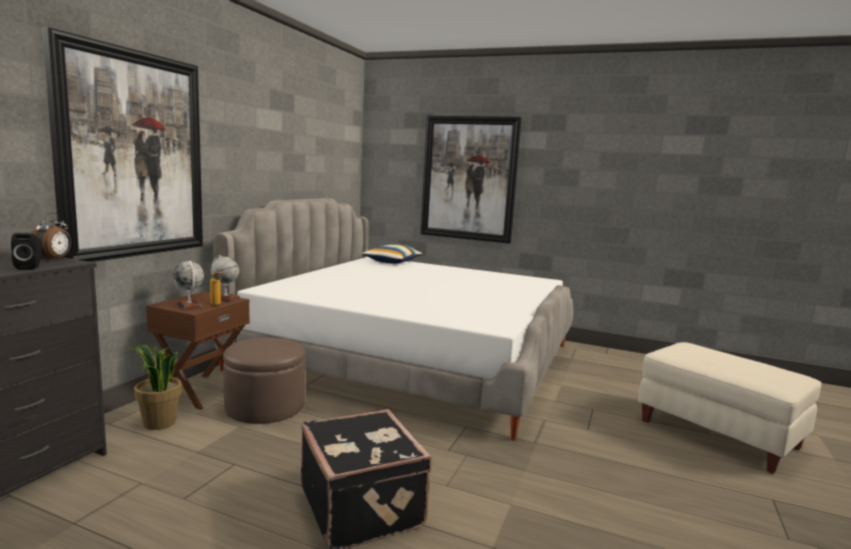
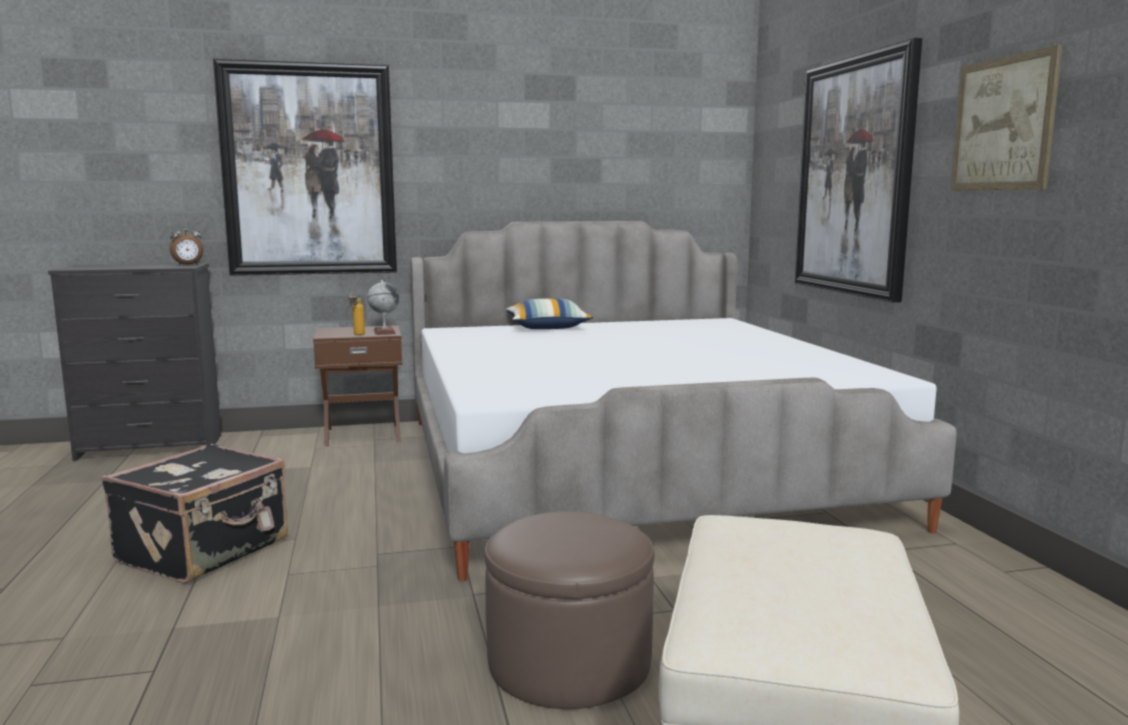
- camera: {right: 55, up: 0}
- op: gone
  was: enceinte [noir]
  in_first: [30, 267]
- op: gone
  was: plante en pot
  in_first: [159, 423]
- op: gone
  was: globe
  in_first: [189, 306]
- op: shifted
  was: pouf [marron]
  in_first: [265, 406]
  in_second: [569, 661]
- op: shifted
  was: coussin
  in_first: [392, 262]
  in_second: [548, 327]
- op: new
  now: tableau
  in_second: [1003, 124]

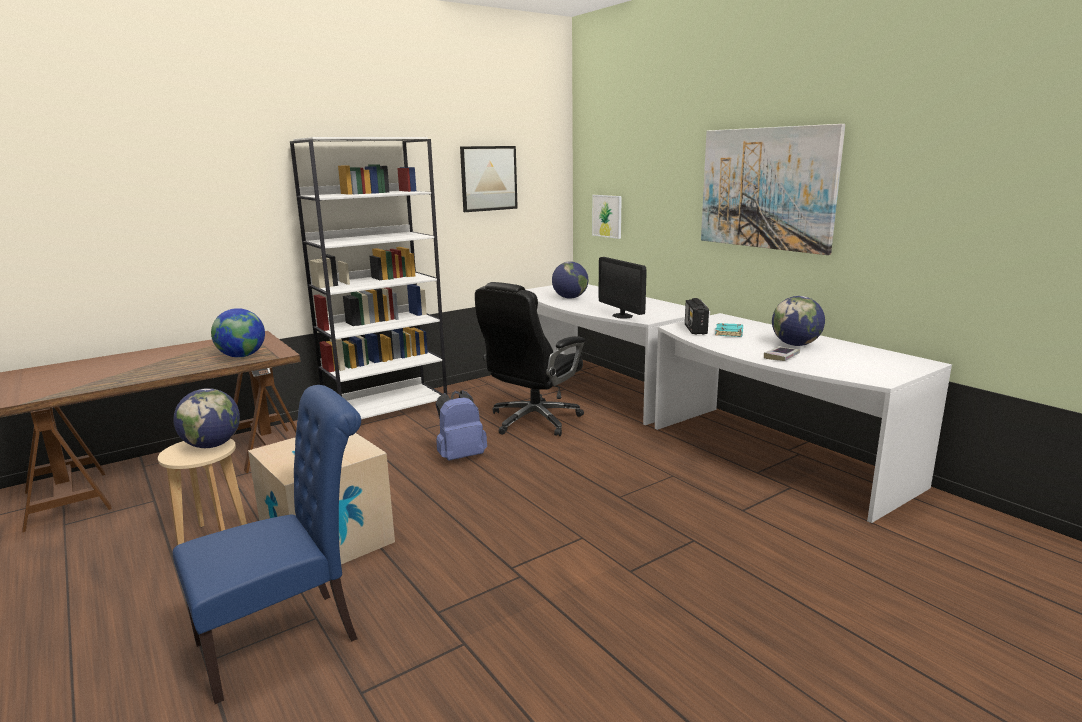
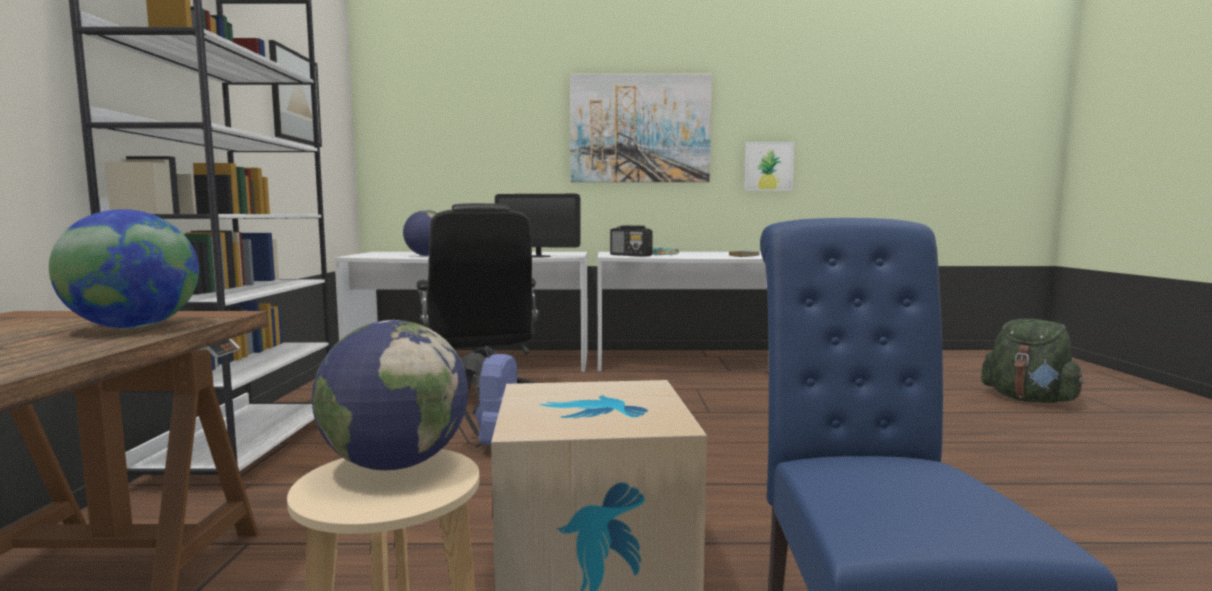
- camera: {right: -55, up: -10}
- op: shifted
  was: tableau
  in_first: [607, 216]
  in_second: [768, 166]
- op: gone
  was: globe
  in_first: [795, 345]
- op: new
  now: sac à dos [vert]
  in_second: [1029, 399]

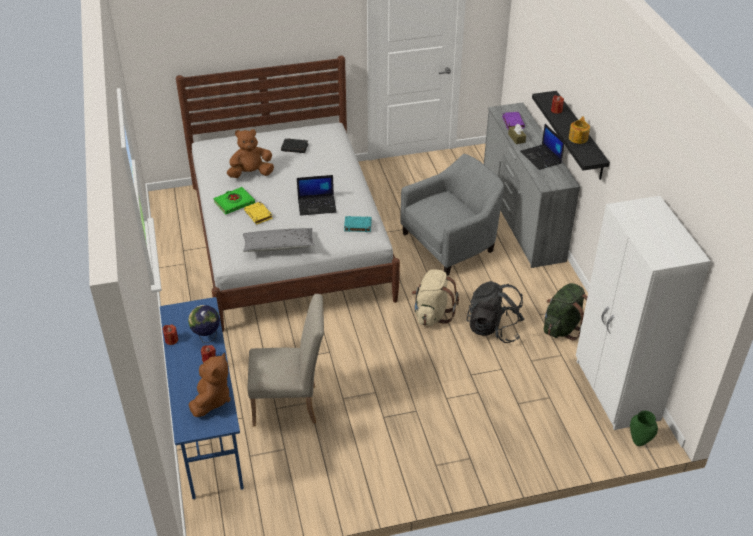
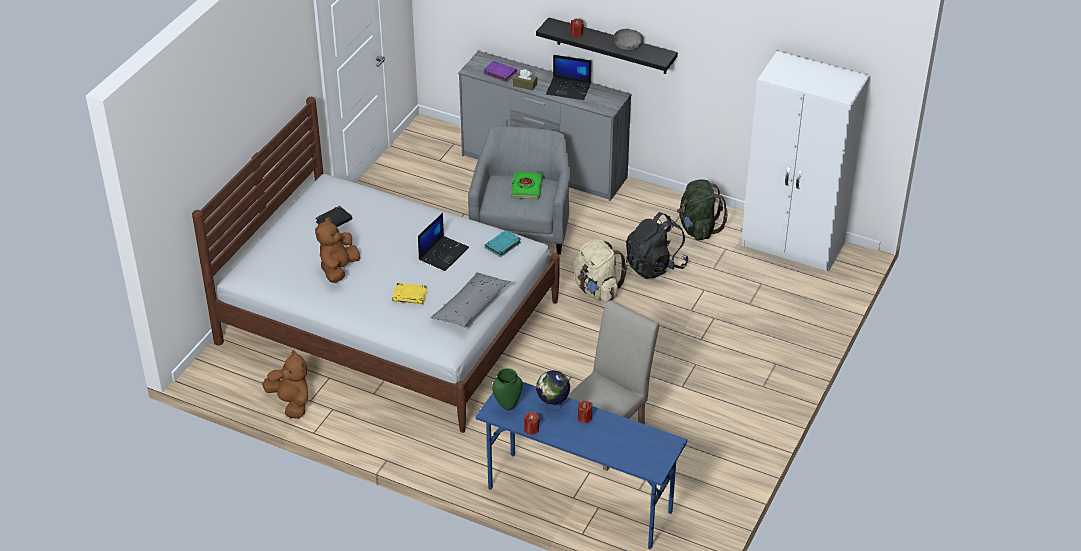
- camera: {right: -50, up: 0}
- op: shifted
  was: peluche [marron]
  in_first: [211, 399]
  in_second: [291, 402]
- op: shifted
  was: livre [vert]
  in_first: [234, 203]
  in_second: [526, 188]
- op: swapped
  was: théière
  now: bol [gris]
  in_first: [578, 138]
  in_second: [628, 47]
- op: shifted
  was: vase [vert]
  in_first: [639, 441]
  in_second: [507, 405]

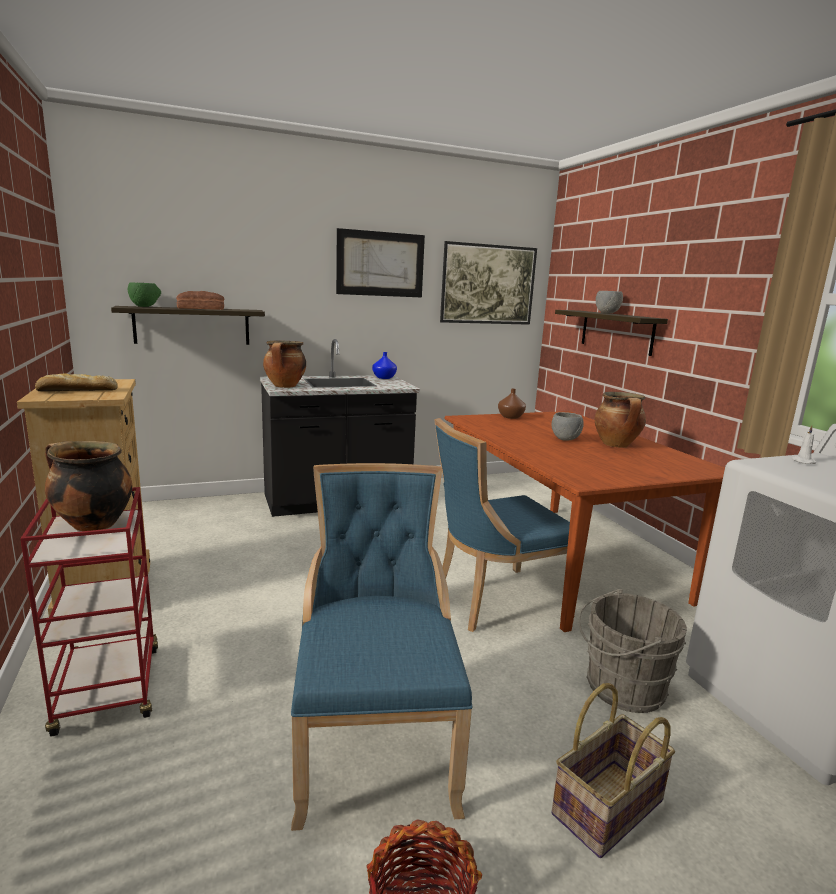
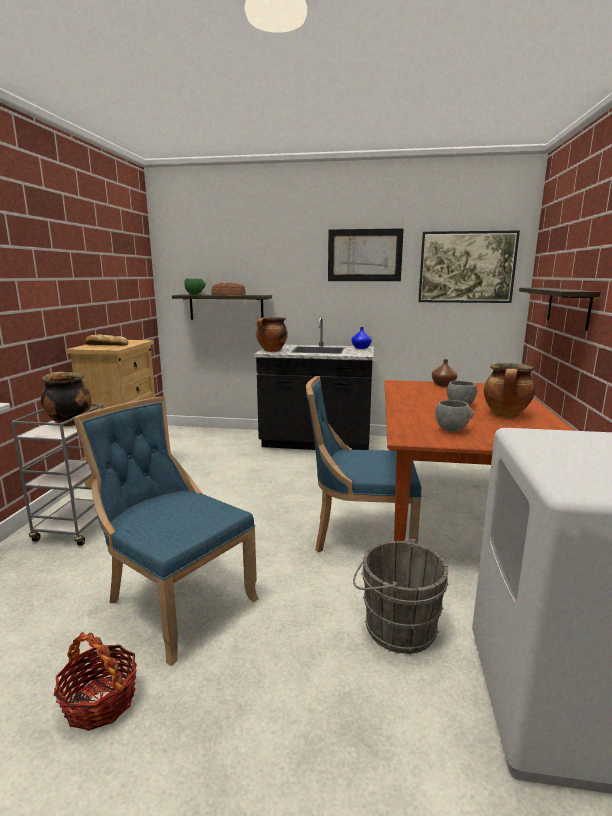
- camera: {right: 30, up: 0}
- op: repainted
  was: chariot [rouge]
  now: chariot [gris]
  in_first: [109, 691]
  in_second: [77, 527]
- op: rotated
  was: chaise [bleu]
  in_first: [375, 745]
  in_second: [175, 601]
  clockwise: -75
- op: gone
  was: panier
  in_first: [609, 809]
- op: shifted
  was: bol [gris]
  in_first: [607, 313]
  in_second: [452, 430]
- op: gone
  was: bougie [blanc]
  in_first: [802, 461]

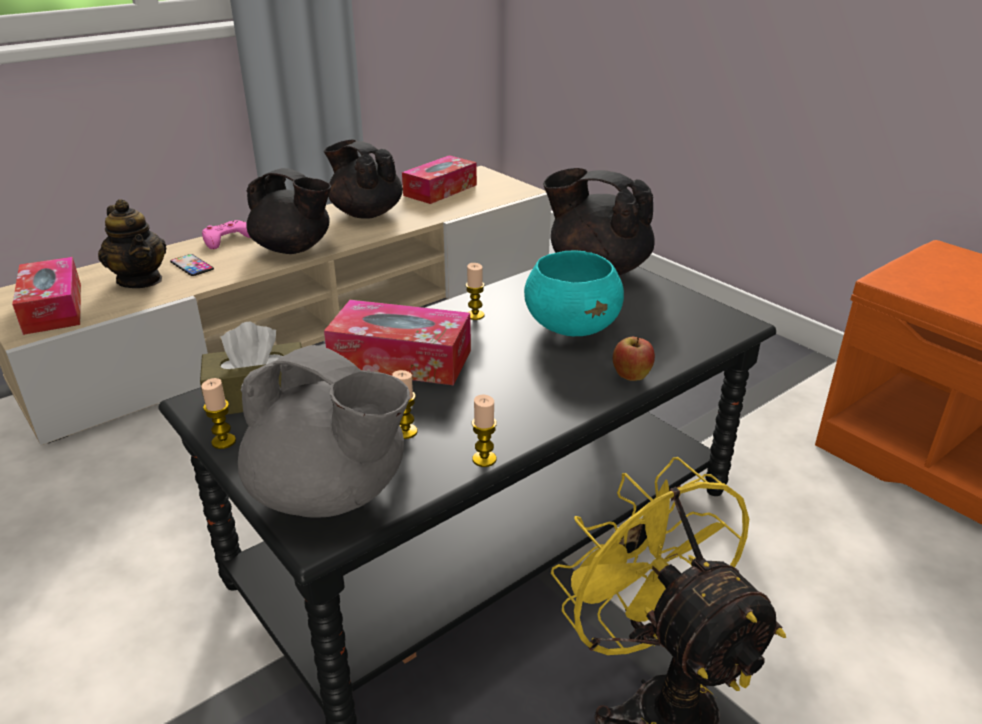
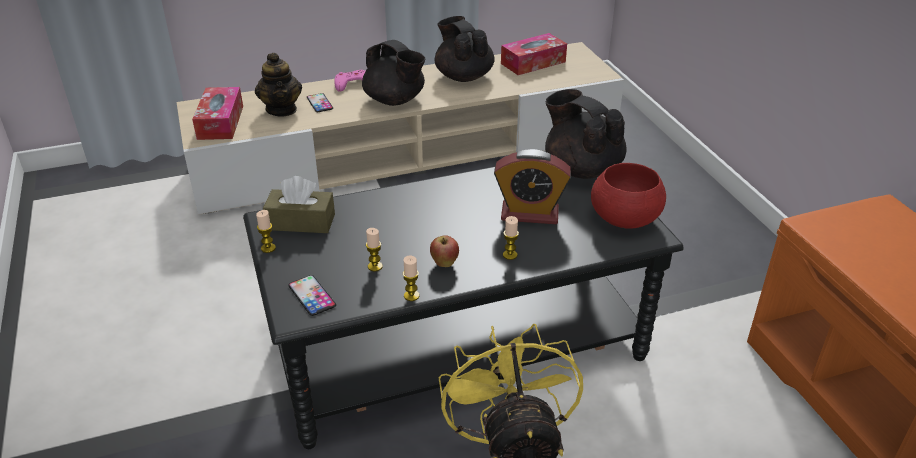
- camera: {right: 20, up: 5}
- op: swapped
  was: théière [gris]
  now: téléphone
  in_first: [331, 493]
  in_second: [312, 295]
- op: gone
  was: boîte à mouchoirs
  in_first: [401, 359]
- op: shifted
  was: bougie
  in_first: [475, 315]
  in_second: [510, 255]
- op: swapped
  was: bol [turquoise]
  now: réveil
  in_first: [572, 327]
  in_second: [529, 214]
- op: shifted
  was: pomme
  in_first: [631, 378]
  in_second: [444, 264]
- op: new
  now: bol [rouge]
  in_second: [625, 220]

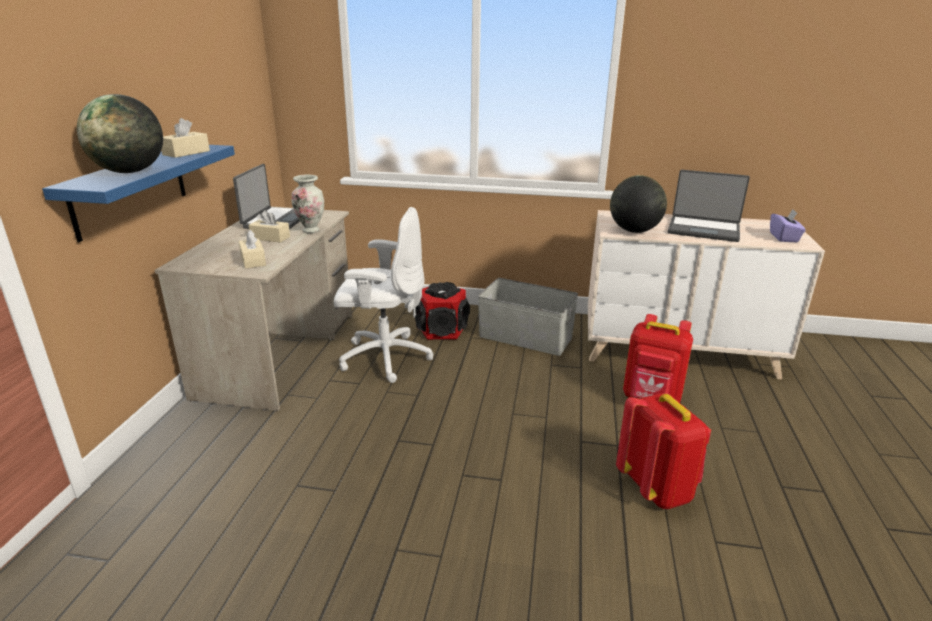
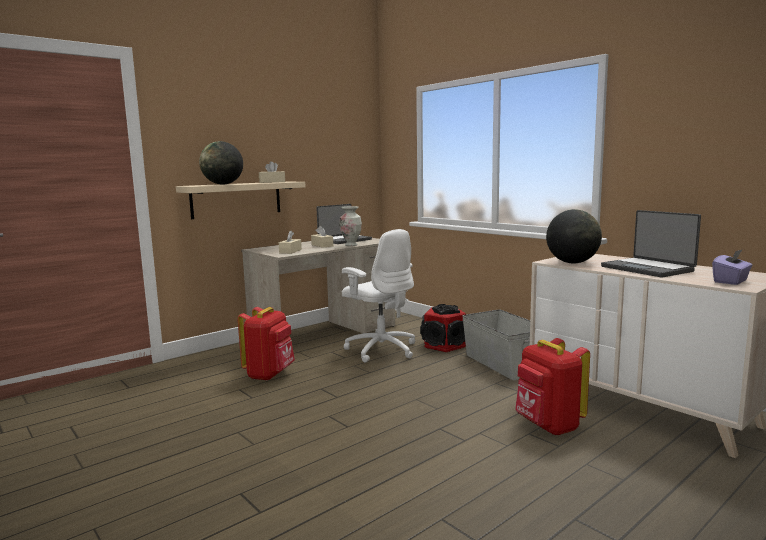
- camera: {right: 40, up: -15}
- op: repainted
  was: étagère [bleu]
  now: étagère [beige]
  in_first: [131, 189]
  in_second: [236, 199]
- op: shifted
  was: sac à dos [rouge]
  in_first: [657, 489]
  in_second: [269, 375]

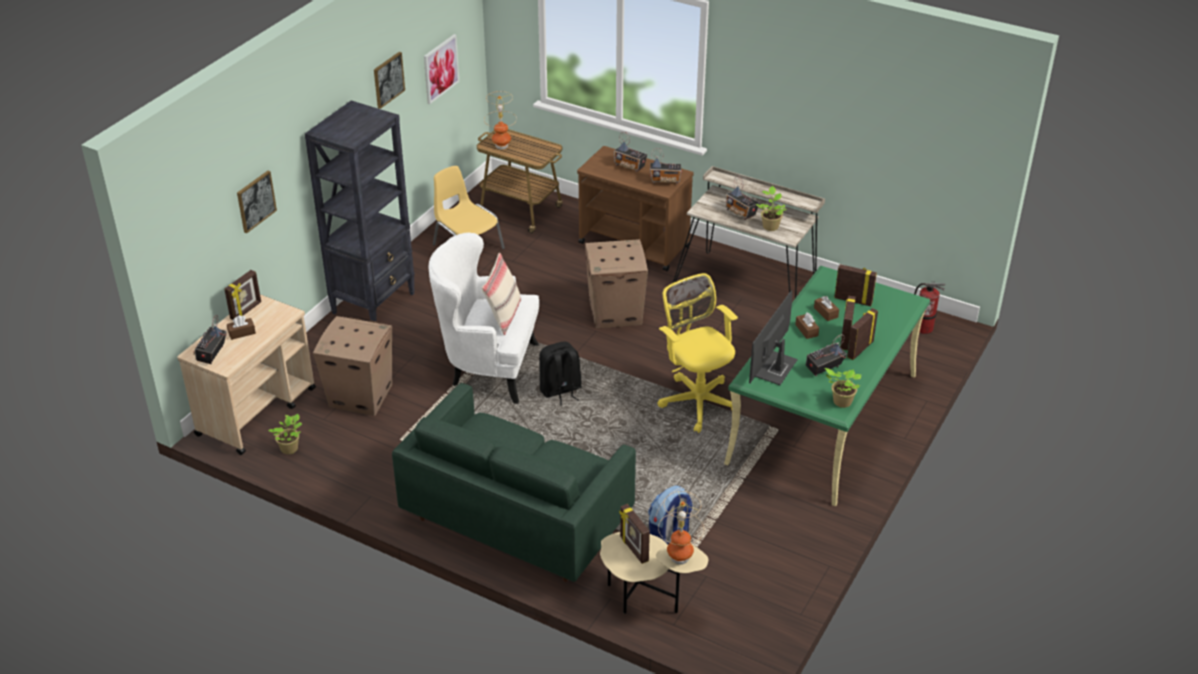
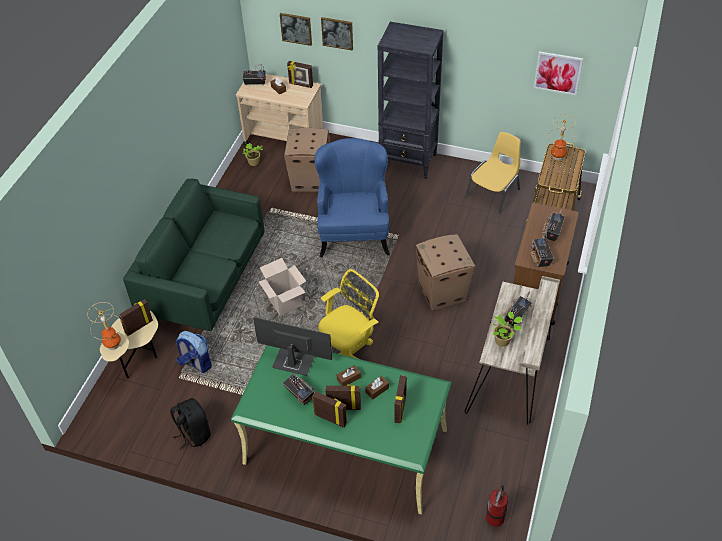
- camera: {right: 80, up: 10}
- op: shifted
  was: tableau
  in_first: [388, 79]
  in_second: [296, 28]
- op: repainted
  was: fauteuil [blanc]
  now: fauteuil [bleu]
  in_first: [488, 368]
  in_second: [354, 234]
- op: gone
  was: coussin [beige]
  in_first: [503, 315]
- op: shifted
  was: sac à dos [noir]
  in_first: [560, 391]
  in_second: [193, 434]
- op: gone
  was: plante en pot
  in_first: [840, 402]
- op: new
  now: carton
  in_second: [285, 302]

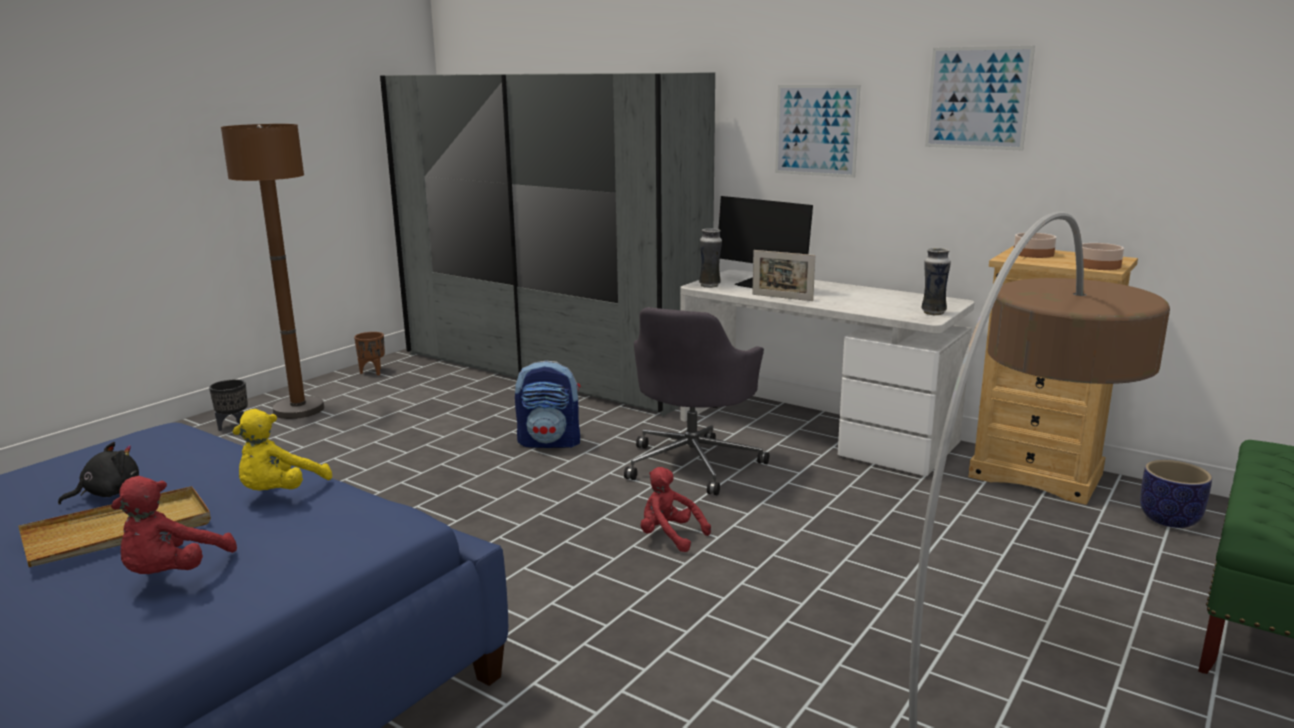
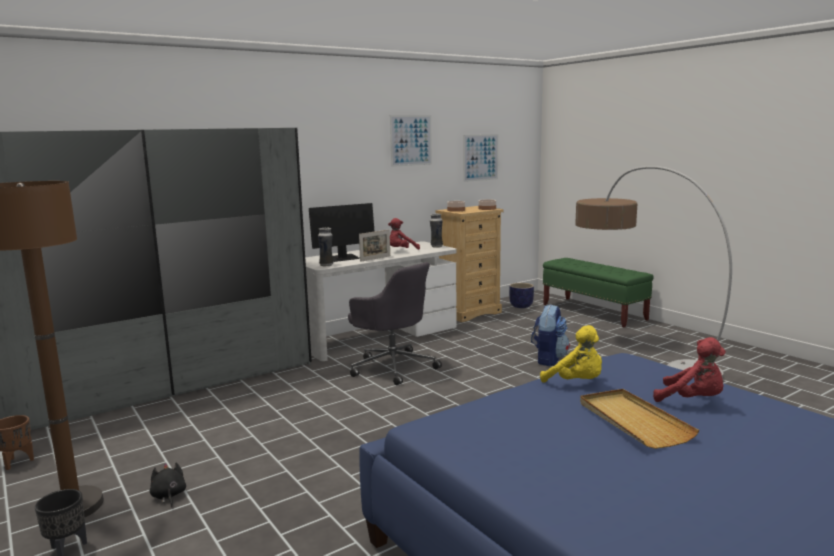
- camera: {right: -70, up: -5}
- op: shifted
  was: peluche [noir]
  in_first: [108, 493]
  in_second: [168, 496]
- op: shifted
  was: sac à dos
  in_first: [550, 442]
  in_second: [548, 359]
- op: shifted
  was: peluche [rouge]
  in_first: [669, 536]
  in_second: [401, 251]
- op: shifted
  was: tableau
  in_first: [816, 130]
  in_second: [480, 157]

